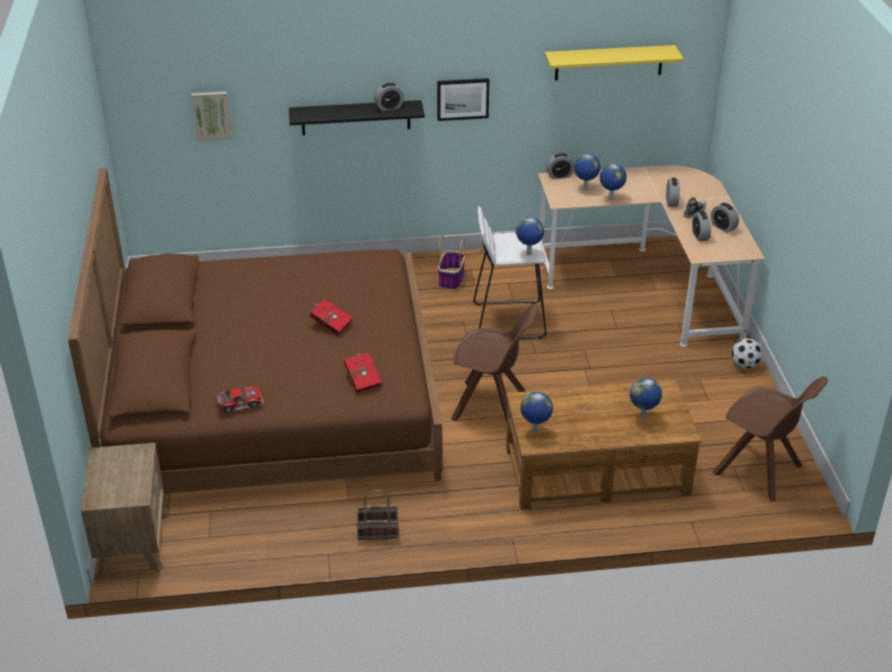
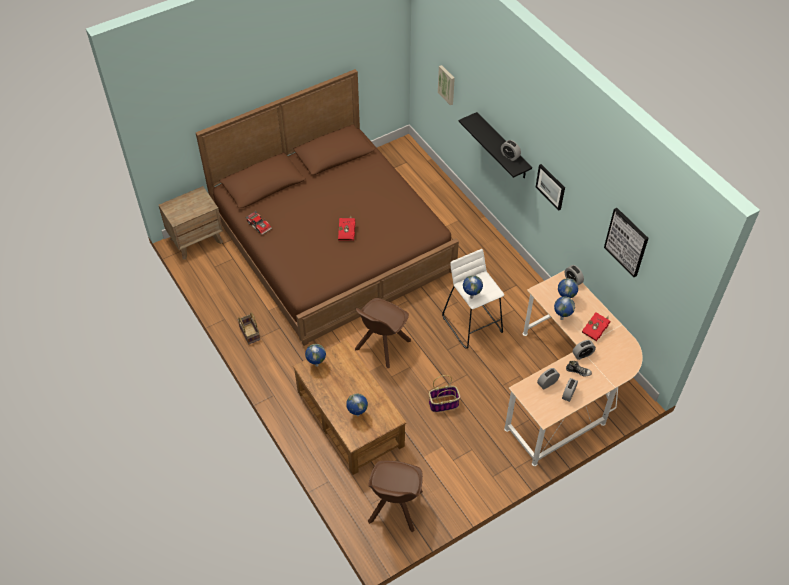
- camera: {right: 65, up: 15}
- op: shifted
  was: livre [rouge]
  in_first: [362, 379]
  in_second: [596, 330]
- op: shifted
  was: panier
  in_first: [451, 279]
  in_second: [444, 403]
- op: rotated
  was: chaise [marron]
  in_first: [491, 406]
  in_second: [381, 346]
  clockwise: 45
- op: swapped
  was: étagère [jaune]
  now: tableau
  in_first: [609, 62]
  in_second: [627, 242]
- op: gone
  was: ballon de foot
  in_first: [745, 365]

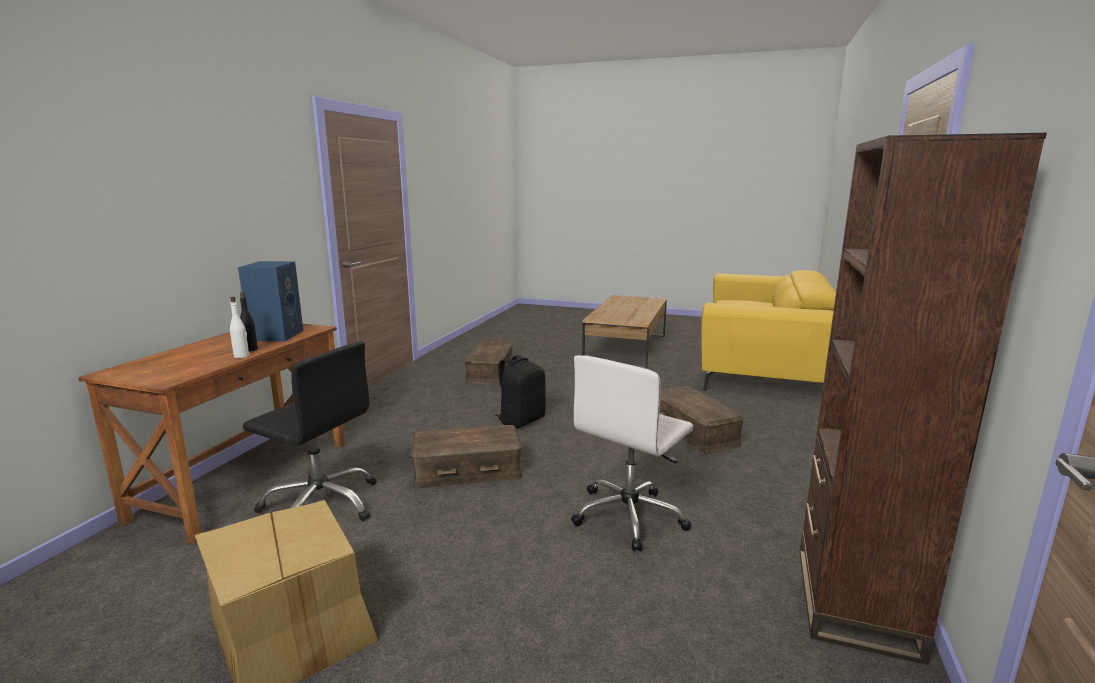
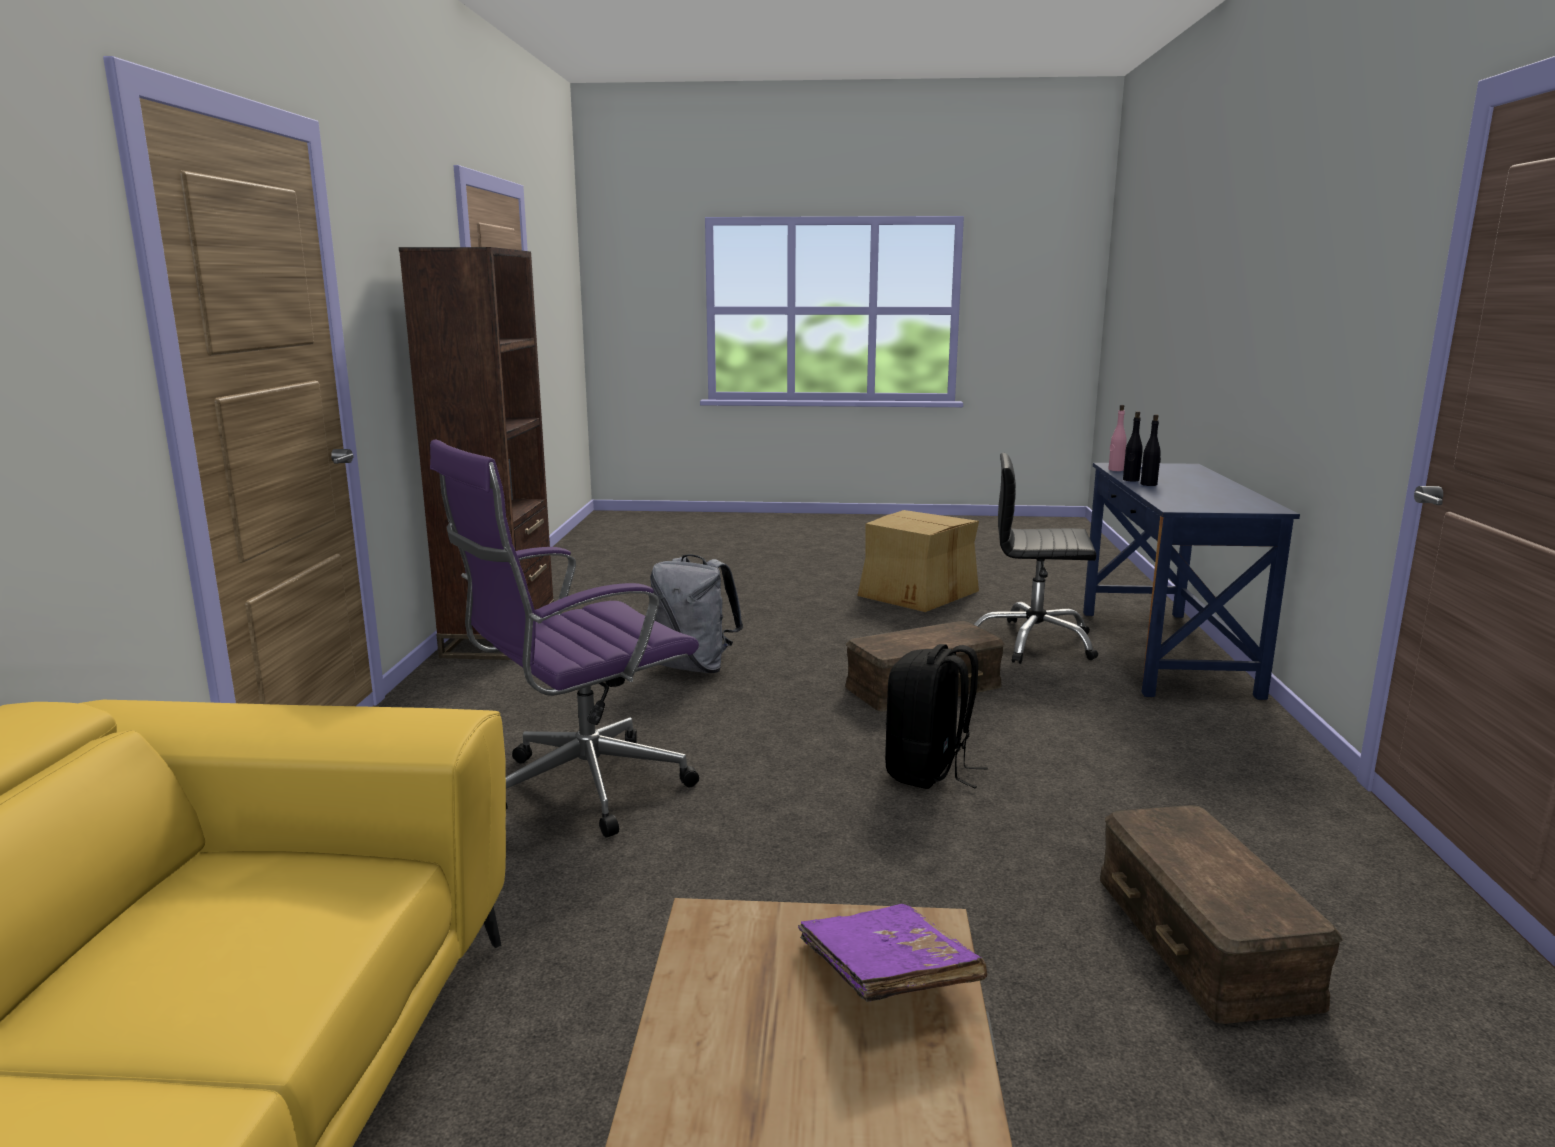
- camera: {right: 165, up: 0}
- op: repainted
  was: bureau [marron]
  now: bureau [bleu]
  in_first: [246, 479]
  in_second: [1165, 651]
- op: repainted
  was: bouteille [blanc]
  now: bouteille [noir]
  in_first: [241, 356]
  in_second: [1131, 480]
- op: gone
  was: enceinte [bleu]
  in_first: [276, 335]
- op: swapped
  was: chaise de bureau [blanc]
  now: sac à dos [gris]
  in_first: [629, 516]
  in_second: [695, 667]
- op: swapped
  was: boîte de rangement [marron]
  now: chaise de bureau [violet]
  in_first: [695, 431]
  in_second: [579, 790]
- op: new
  now: livre [violet]
  in_second: [886, 977]
- op: new
  now: bouteille [rose]
  in_second: [1115, 470]

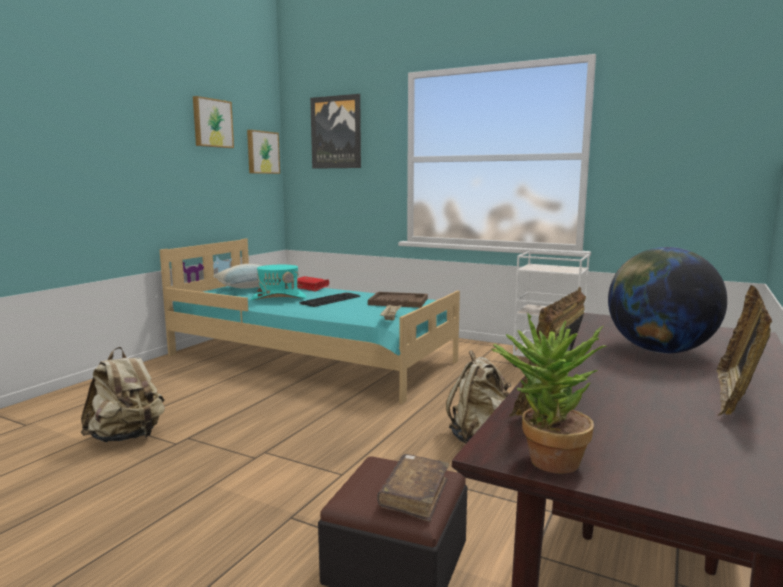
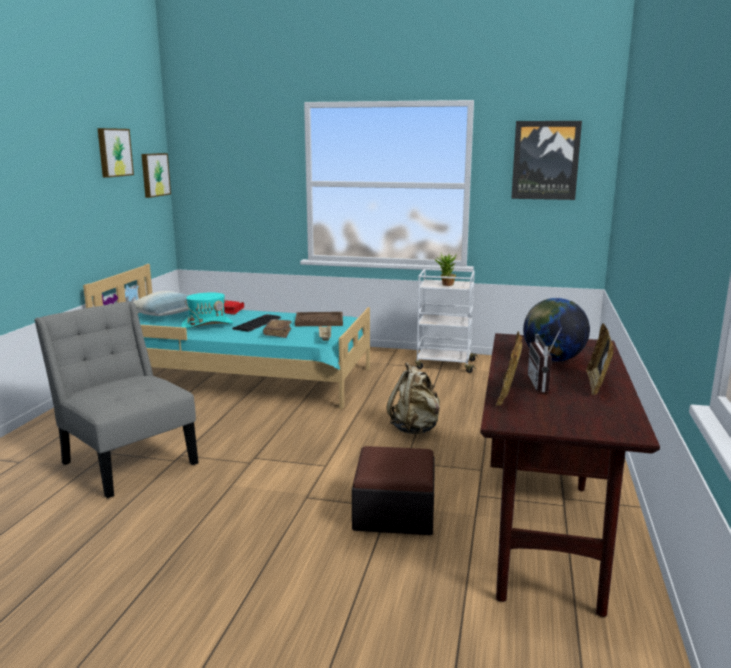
- camera: {right: -15, up: 5}
- op: swapped
  was: sac à dos [beige]
  now: chaise [gris]
  in_first: [127, 437]
  in_second: [127, 461]
- op: shifted
  was: tableau
  in_first: [336, 132]
  in_second: [545, 160]
- op: shifted
  was: livre [marron]
  in_first: [414, 495]
  in_second: [278, 333]
- op: shifted
  was: plante en pot
  in_first: [543, 462]
  in_second: [445, 285]
- op: new
  now: radio
  in_second: [544, 384]

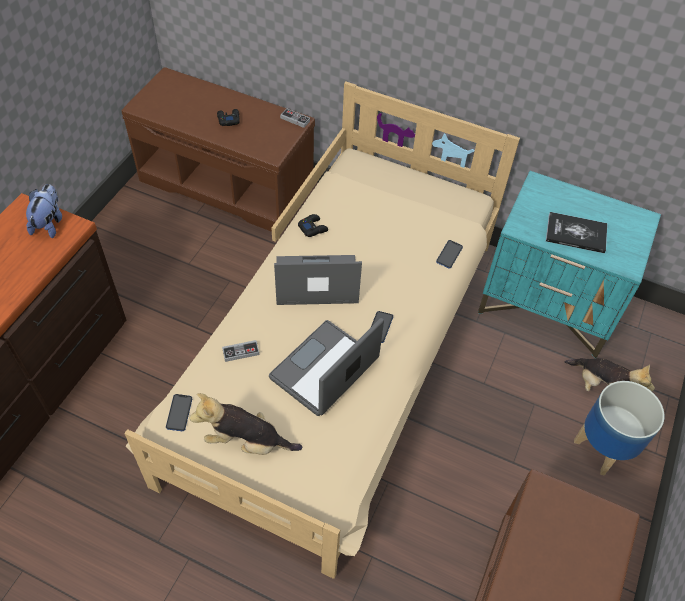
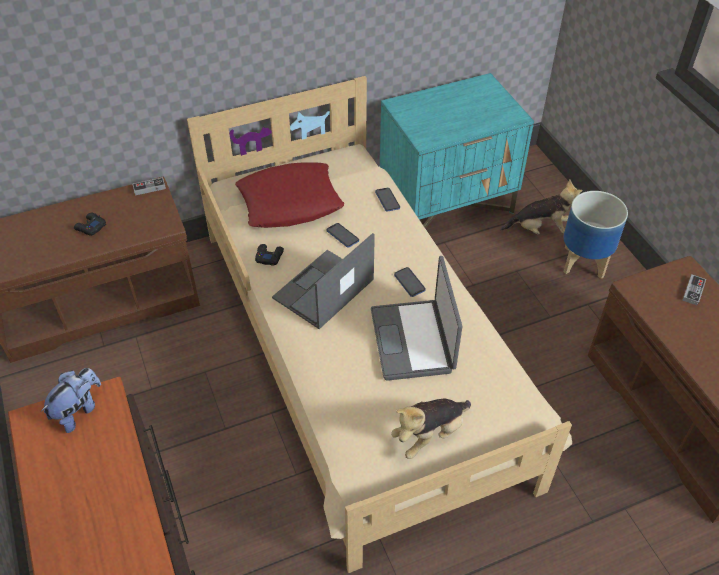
- camera: {right: -45, up: -5}
- op: rotated
  was: peluche
  in_first: [49, 223]
  in_second: [78, 410]
  clockwise: 75
- op: shifted
  was: téléphone
  in_first: [179, 413]
  in_second: [342, 236]
- op: shifted
  was: manette
  in_first: [241, 352]
  in_second: [693, 291]
- op: gone
  was: livre
  in_first: [576, 233]
- op: new
  now: coussin [rouge]
  in_second: [290, 202]

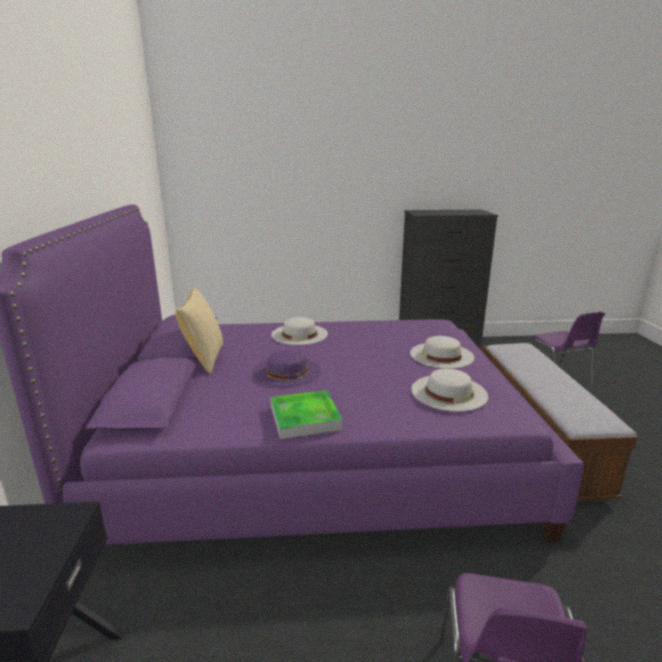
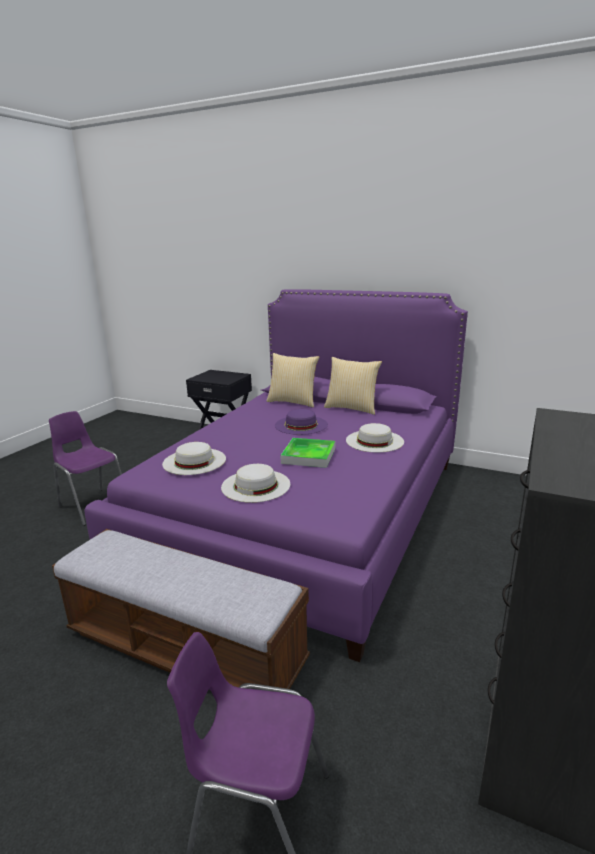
- camera: {right: 120, up: 0}
- op: shifted
  was: plateau
  in_first: [305, 418]
  in_second: [308, 456]
- op: new
  now: coussin
  in_second: [293, 402]

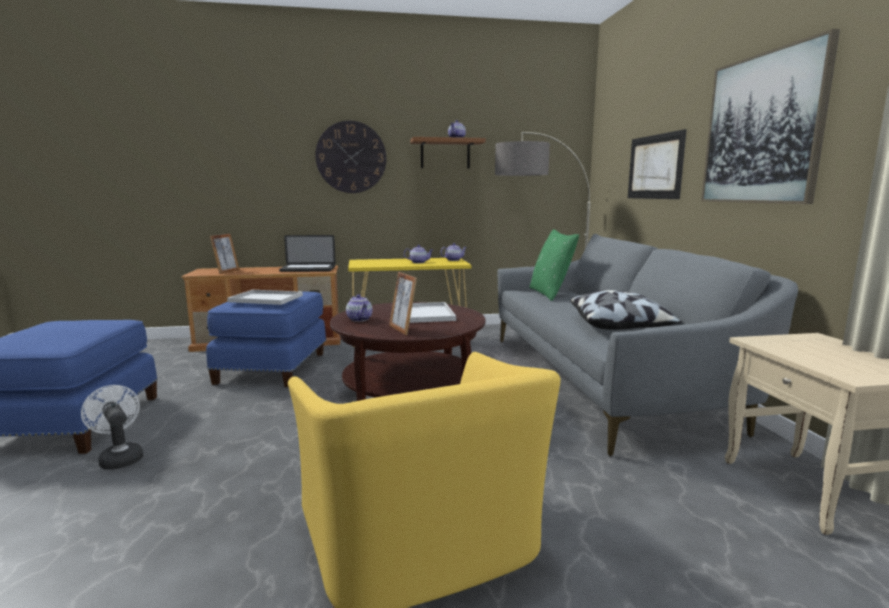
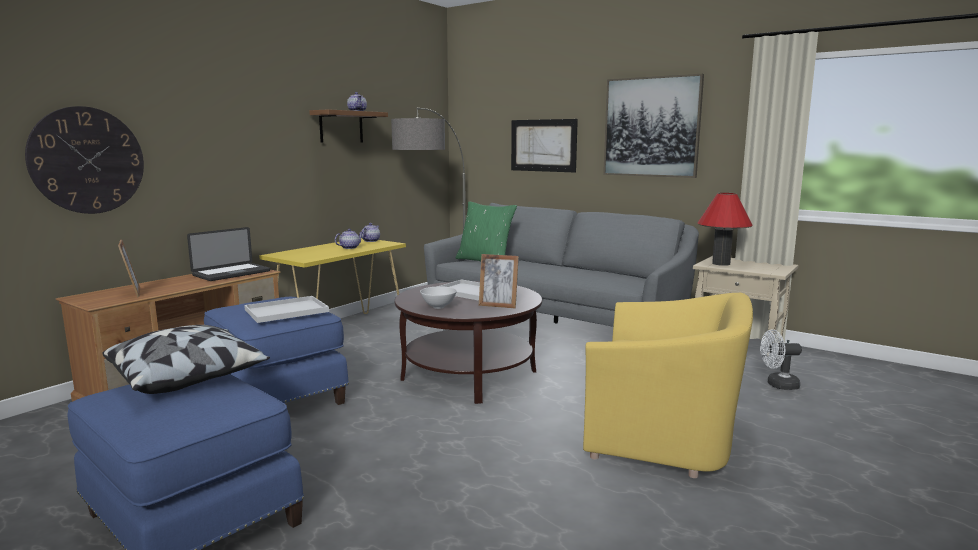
- camera: {right: -45, up: 0}
- op: shifted
  was: ventilateur [blanc]
  in_first: [120, 457]
  in_second: [777, 385]
- op: shifted
  was: horloge murale
  in_first: [351, 157]
  in_second: [87, 160]
- op: swapped
  was: théière
  now: bol [blanc]
  in_first: [360, 319]
  in_second: [439, 307]
- op: shifted
  was: coussin
  in_first: [620, 326]
  in_second: [189, 378]
- op: new
  now: lampe de table [rouge]
  in_second: [721, 263]

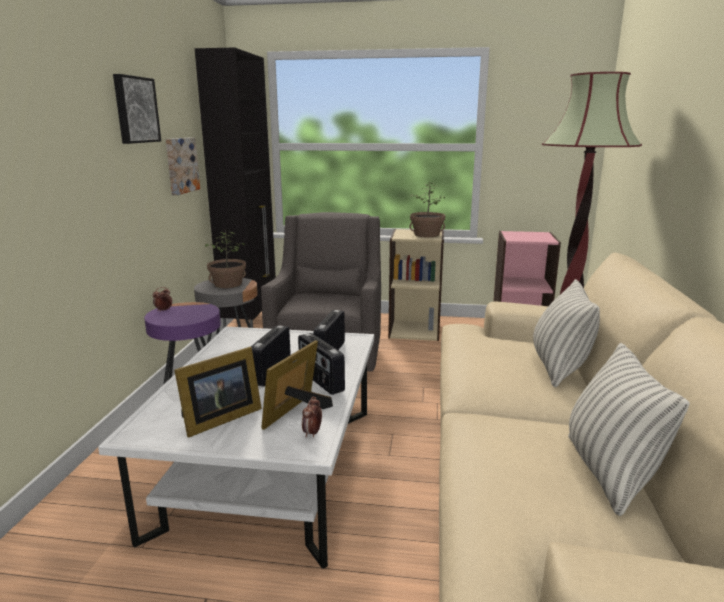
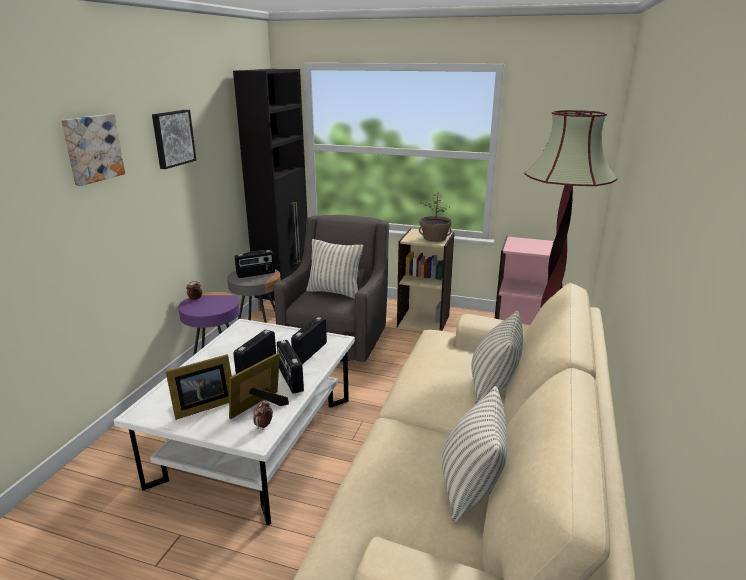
- camera: {right: 10, up: 5}
- op: shifted
  was: tableau
  in_first: [180, 165]
  in_second: [92, 148]
- op: swapped
  was: plante en pot
  now: radio
  in_first: [228, 284]
  in_second: [256, 274]
- op: new
  now: coussin
  in_second: [334, 292]

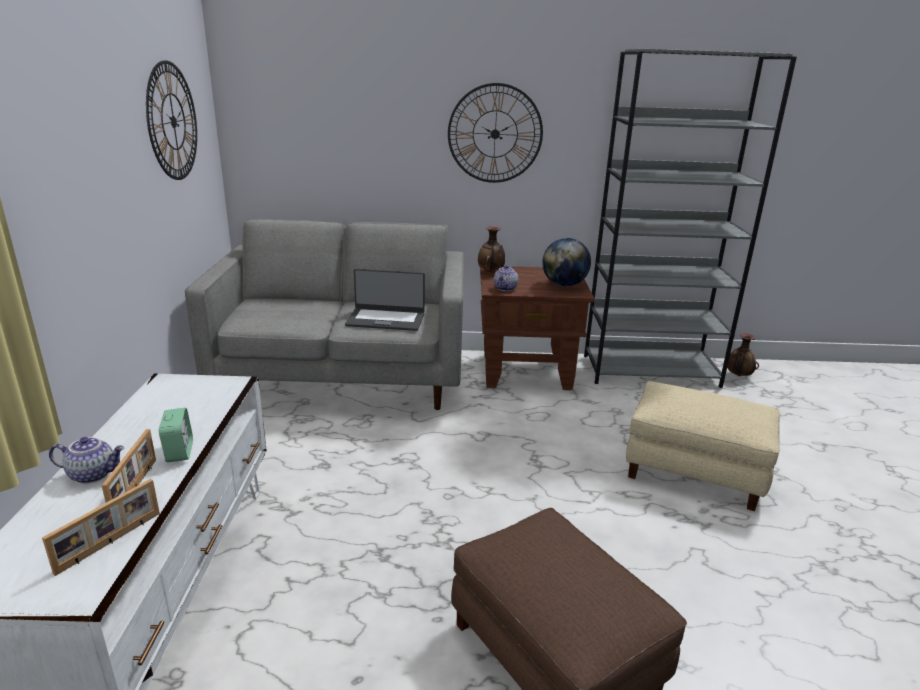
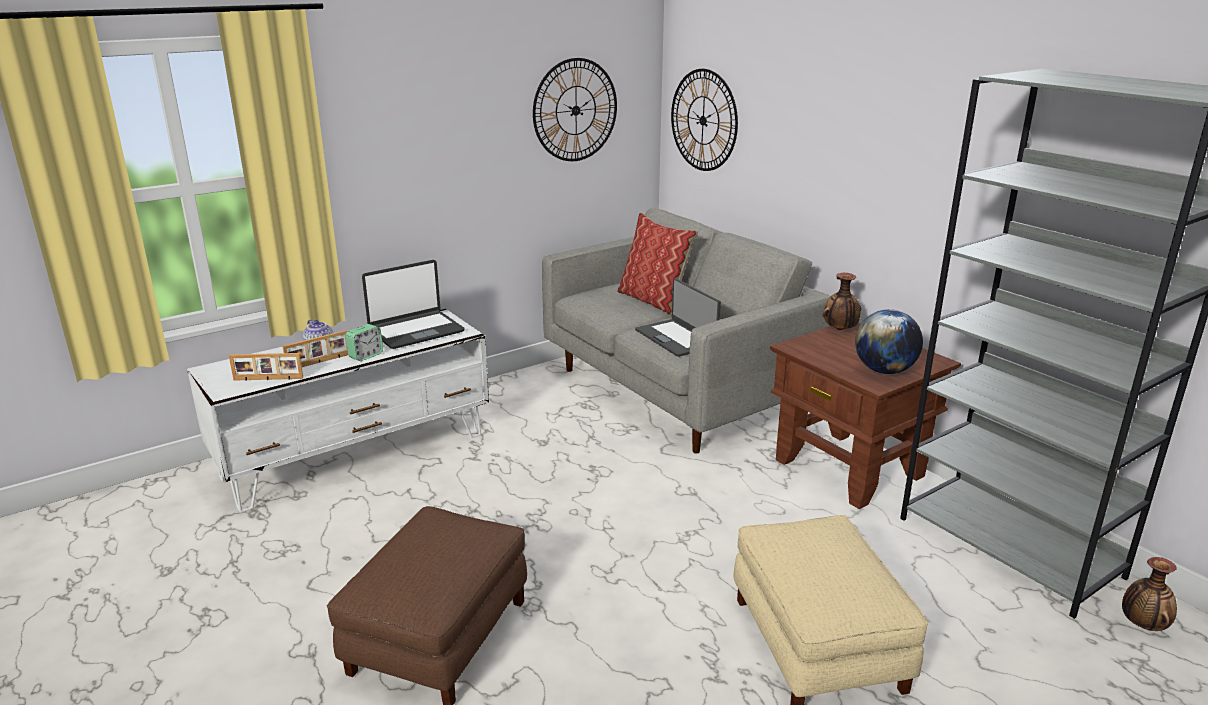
- camera: {right: 55, up: 0}
- op: shifted
  was: horloge murale
  in_first: [495, 134]
  in_second: [703, 120]
- op: gone
  was: théière
  in_first: [506, 288]
- op: new
  now: ordinateur portable
  in_second: [416, 331]
- op: new
  now: coussin
  in_second: [654, 301]

